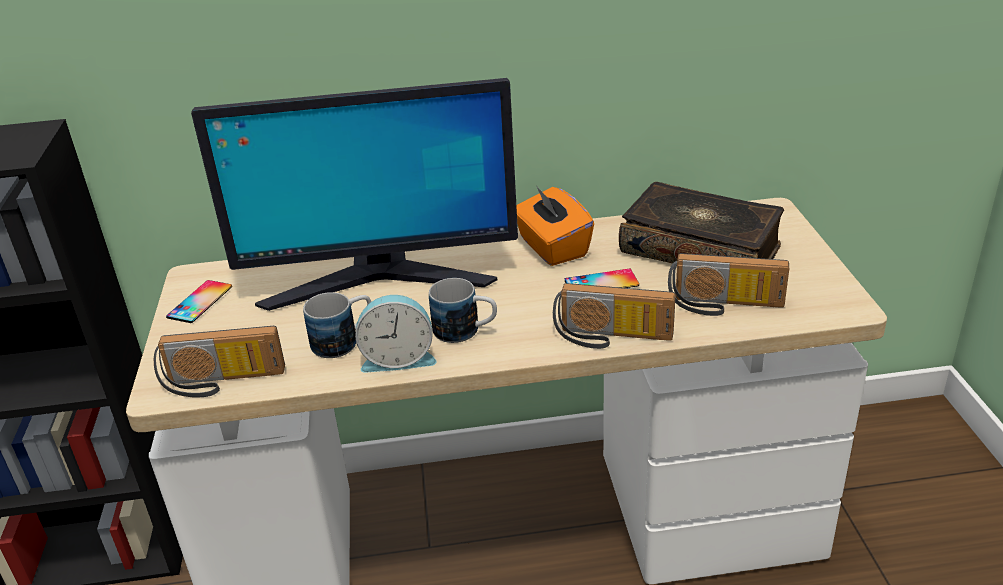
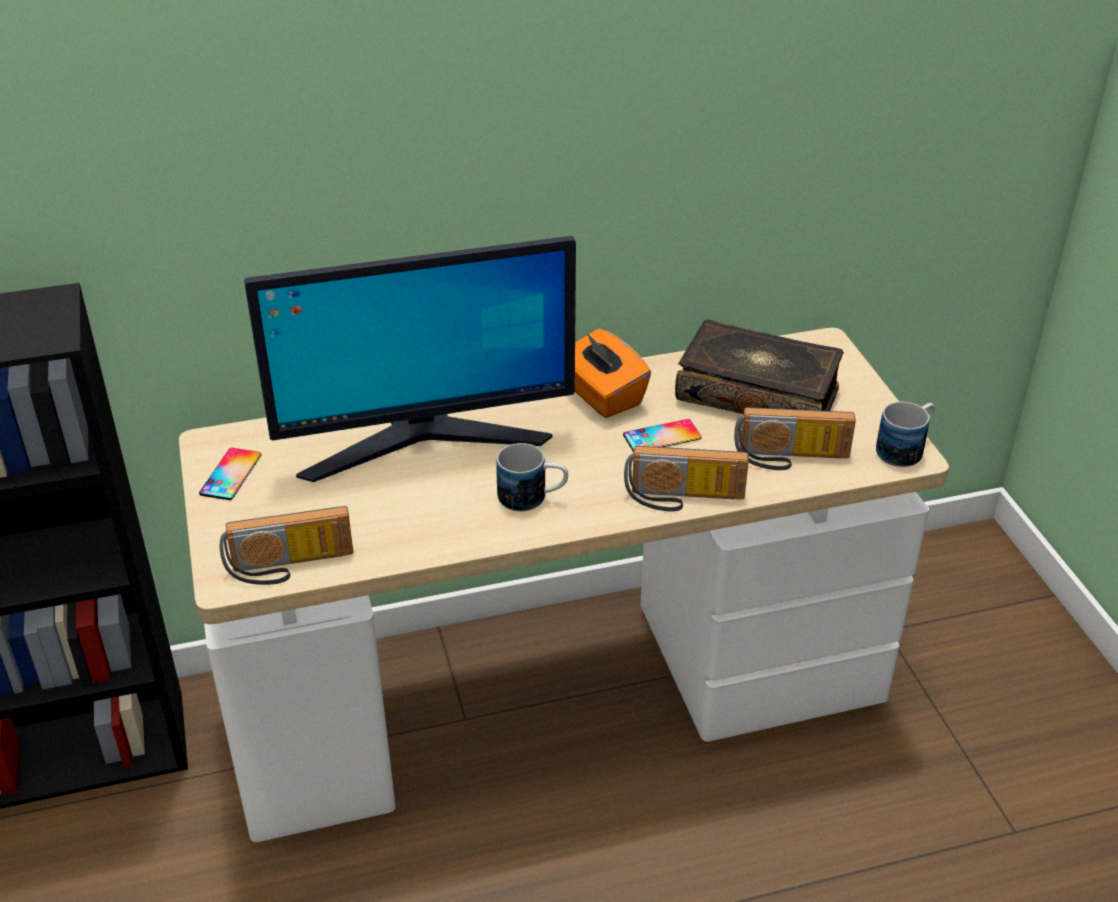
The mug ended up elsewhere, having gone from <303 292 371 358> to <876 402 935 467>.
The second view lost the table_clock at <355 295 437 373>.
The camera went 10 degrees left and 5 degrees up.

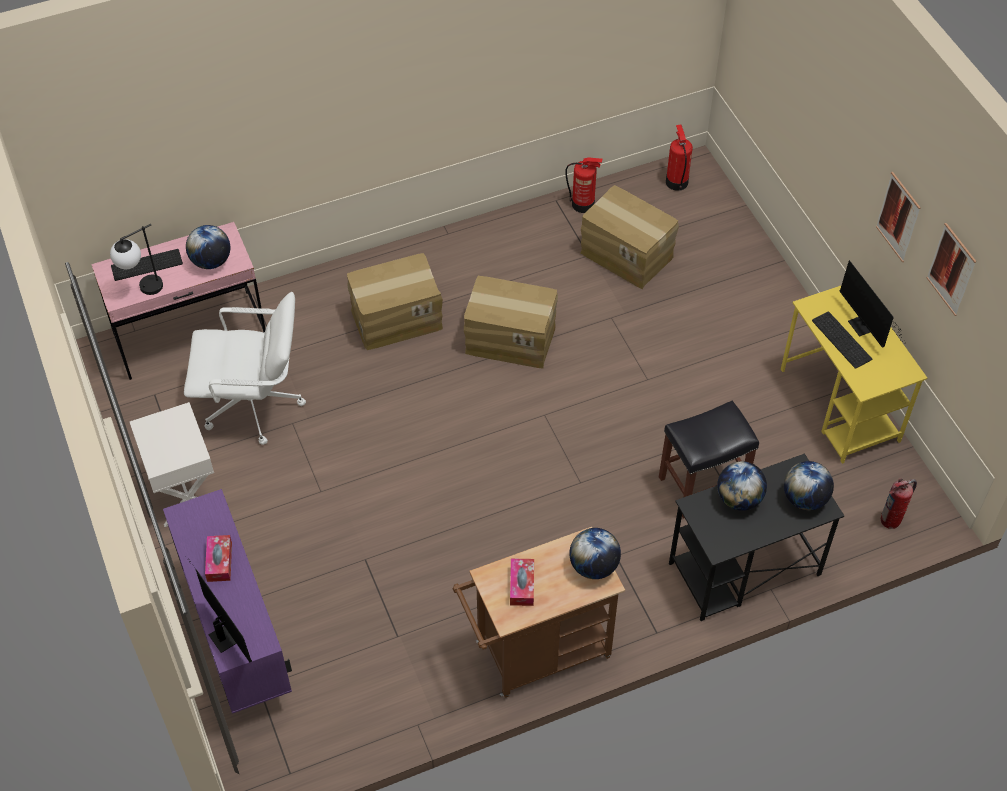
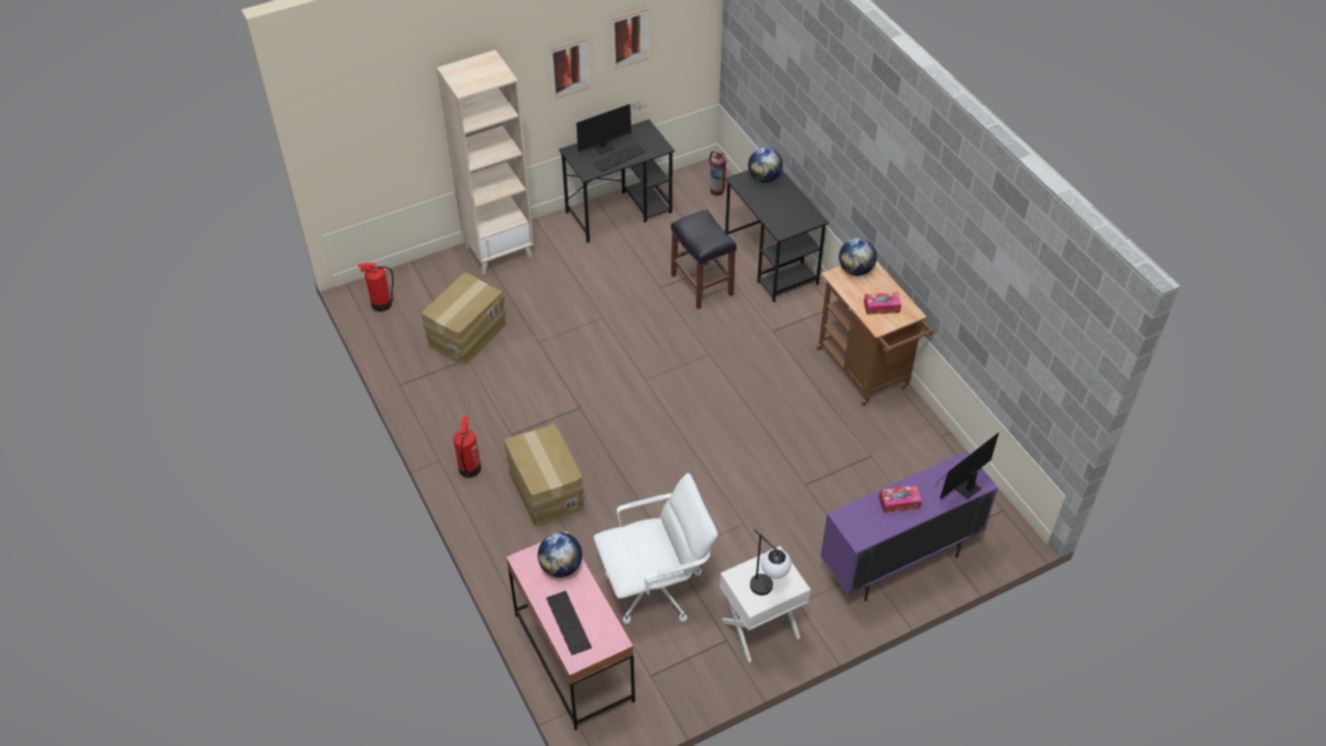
The second view gained the beige-coloured_bookcase at <437 50 534 274>.
The extinguisher ended up elsewhere, having gone from <565 157 602 213> to <454 416 481 478>.
What was the yellowish_desk_table at <781 286 927 464> turned into the black_desk_table at <559 119 675 243>.
The whitish_desk_chair at <184 292 306 445> ended up facing another way, 75 degrees clockwise from before.
The lamp_for_a_table ended up elsewhere, having gone from <110 224 163 295> to <750 530 791 595>.
The second view lost the cardboard_box at <464 276 558 369>.
The second view lost the world_globe at <717 461 767 511>.
The camera went 95 degrees left and 5 degrees down.

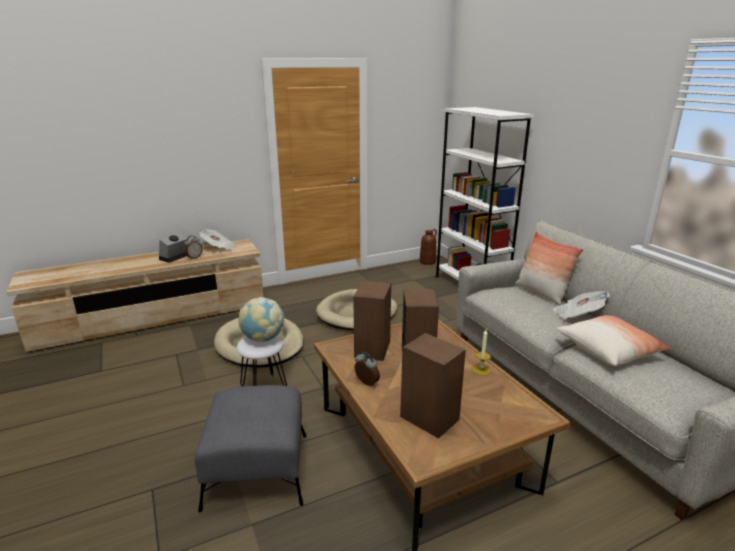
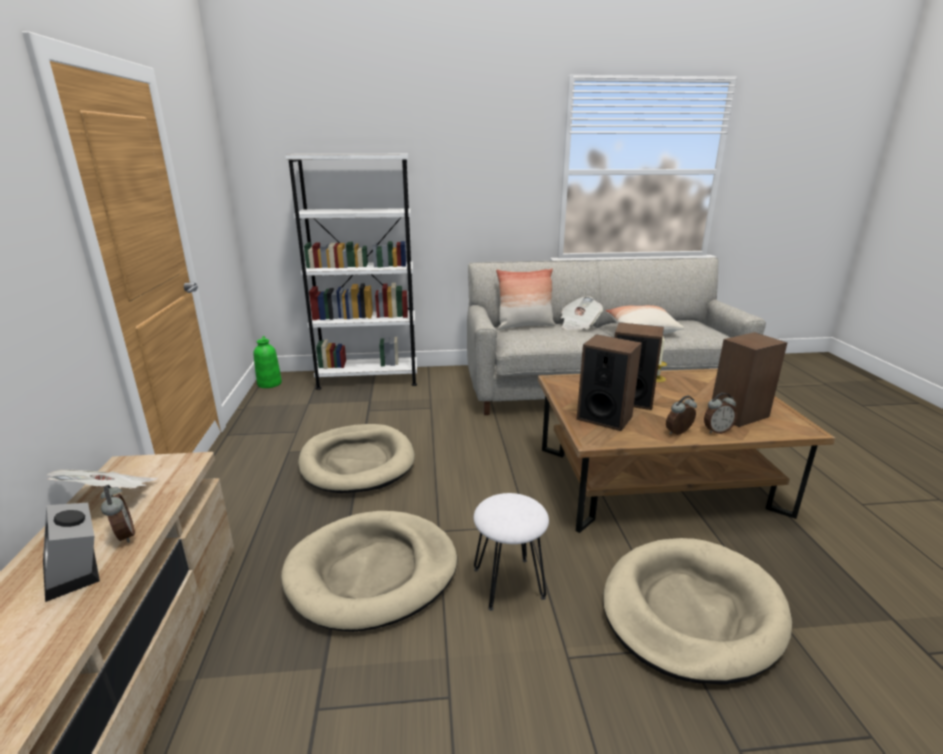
What was the brown-coloured_vase at <420 229 437 265> turned into the green_vase at <254 336 282 388>.
Where the gray_pouffe stood at <195 385 306 512>, the beige-coloured_pet_bed came to stand at <603 538 792 685>.
The second view gained the table_clock at <704 393 737 434>.
The second view lost the world_globe at <238 297 285 342>.
The camera went 70 degrees left and 0 degrees up.

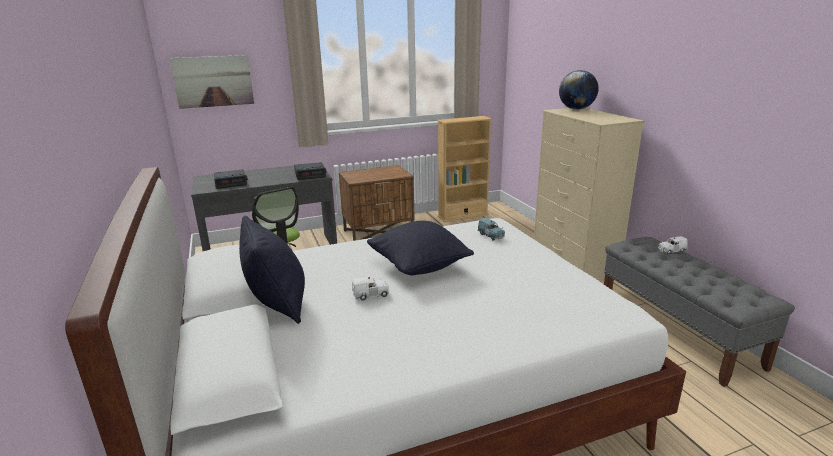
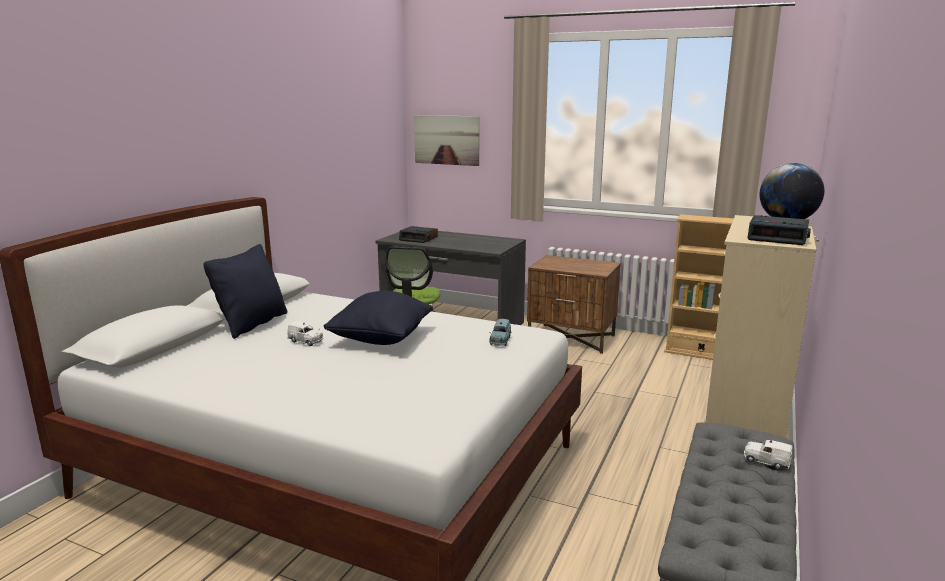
The table_clock ended up elsewhere, having gone from <294 162 326 180> to <747 215 811 245>.
The camera went 45 degrees right and 5 degrees down.

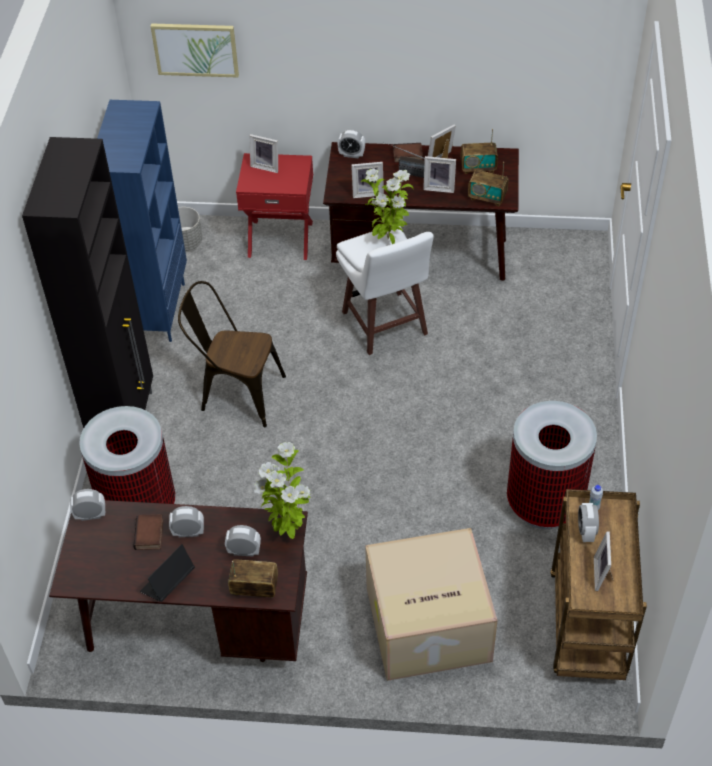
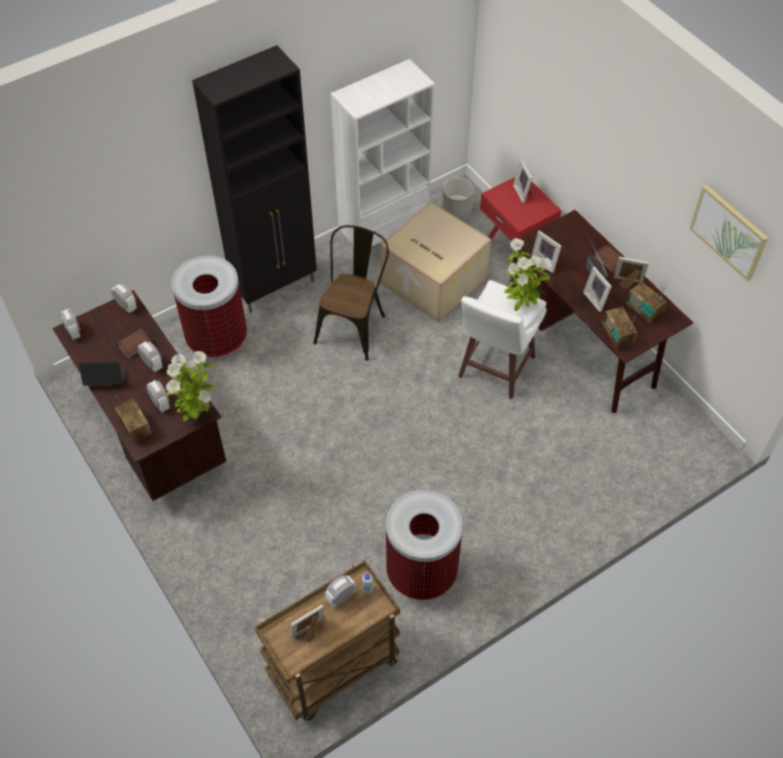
The table_clock ended up elsewhere, having gone from <337 129 365 159> to <60 309 81 340>.
The brown-coloured_plain_chair at <178 281 286 427> ended up facing another way, 45 degrees clockwise from before.
What was the blue-coloured_bookcase at <97 100 187 342> turned into the whitish_bookcase at <330 59 434 247>.
The cardboard_box ended up elsewhere, having gone from <365 528 497 681> to <380 202 491 323>.
The wall_art ended up elsewhere, having gone from <151 23 239 77> to <689 185 768 281>.
The camera went 50 degrees right and 5 degrees up.

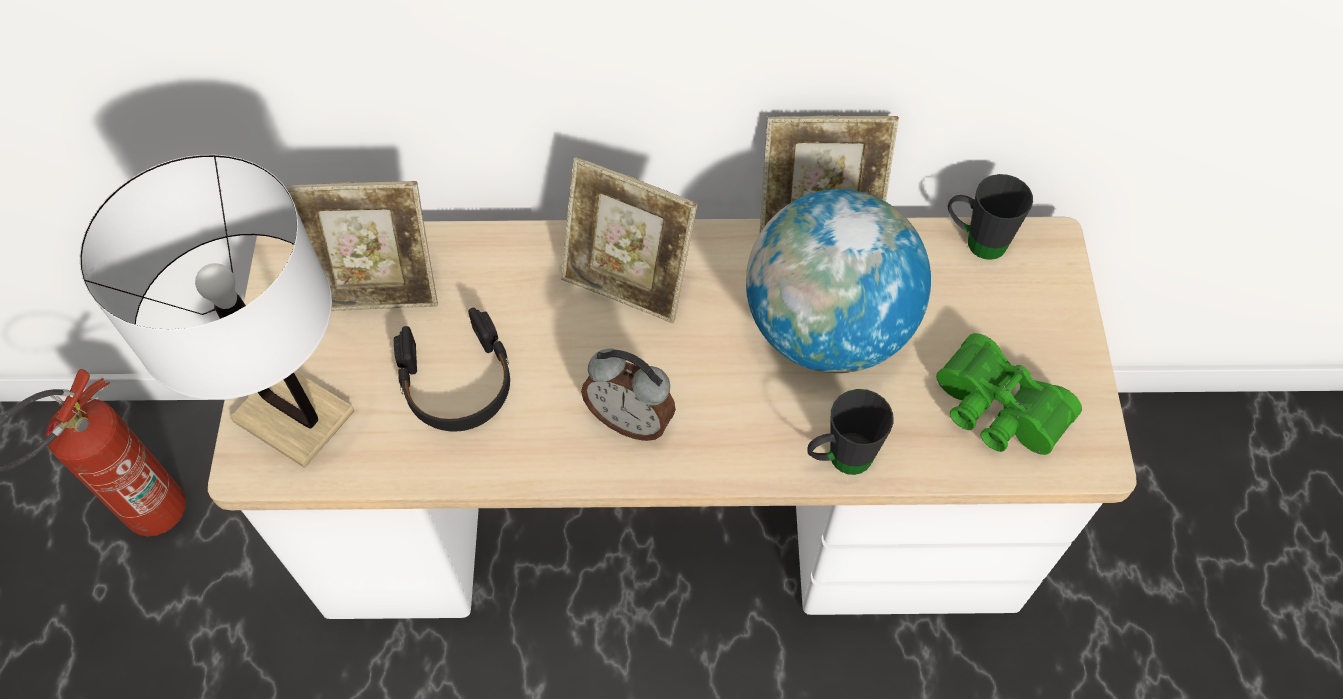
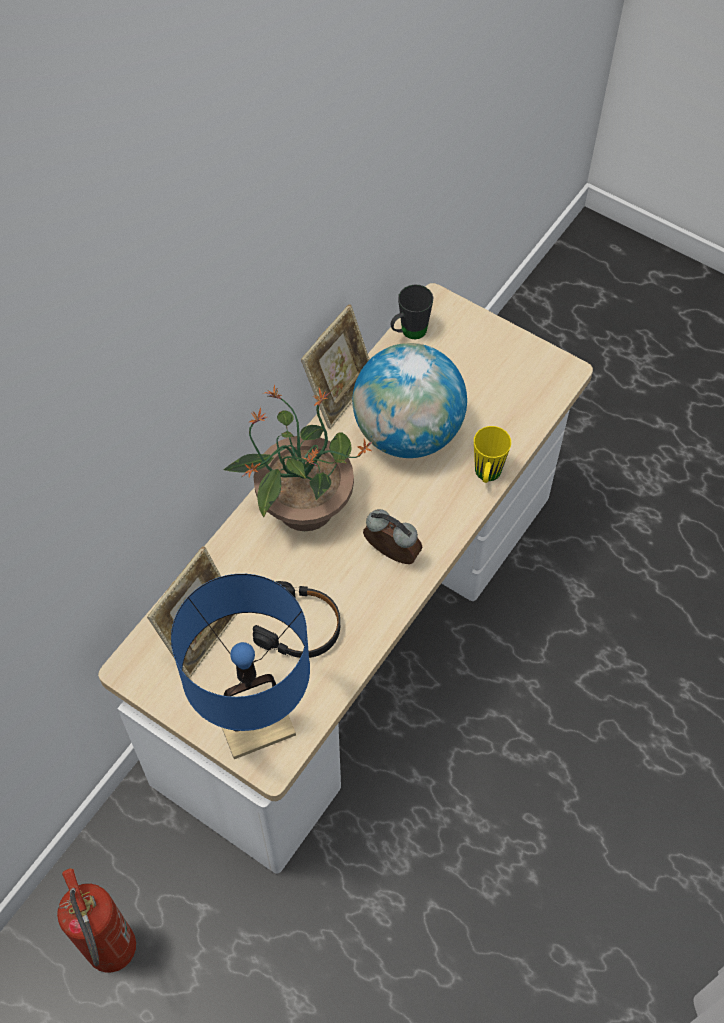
What was the whitish_lamp_for_a_table at <80 155 354 468> turned into the blue-coloured_lamp_for_a_table at <171 574 310 759>.
Where the standing_frame stood at <561 157 698 323>, the houseplant came to stand at <224 385 373 531>.
The table_clock at <581 348 676 441> ended up facing another way, 120 degrees counterclockwise from before.
What was the black_mug at <807 389 893 475> turned into the yellowish_mug at <474 426 511 483>.
The second view lost the green_binoculars at <936 333 1082 455>.
The camera went 55 degrees left and 0 degrees up.

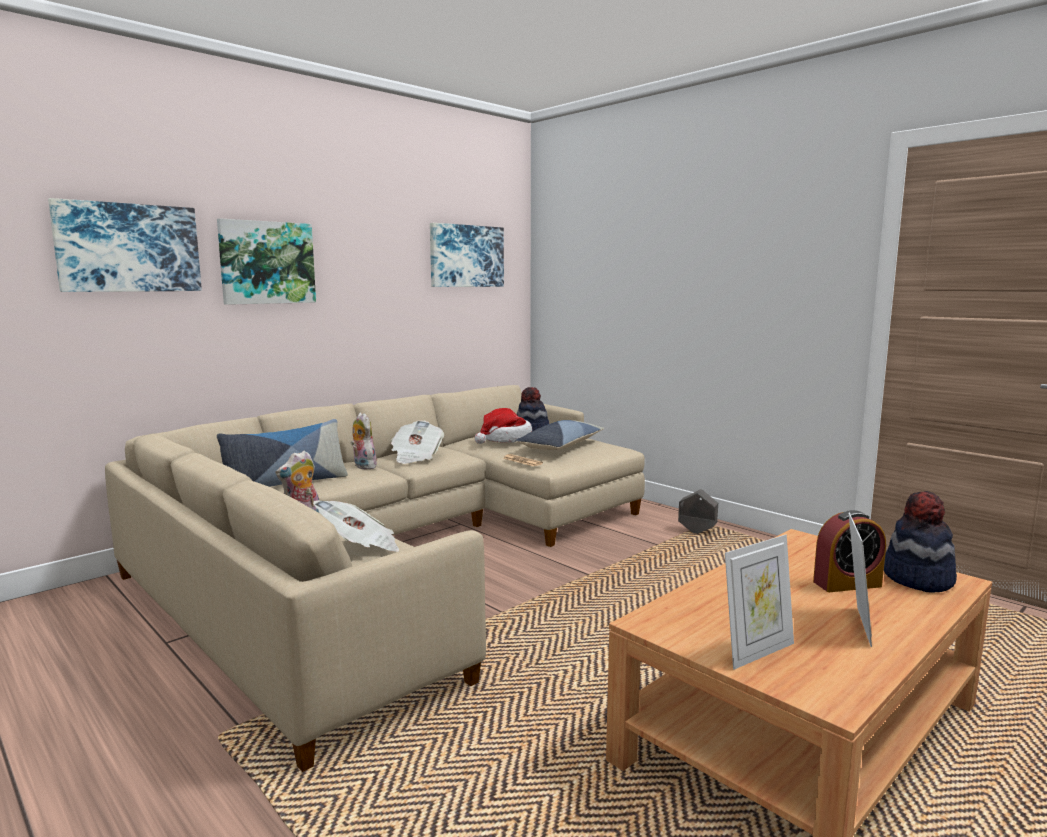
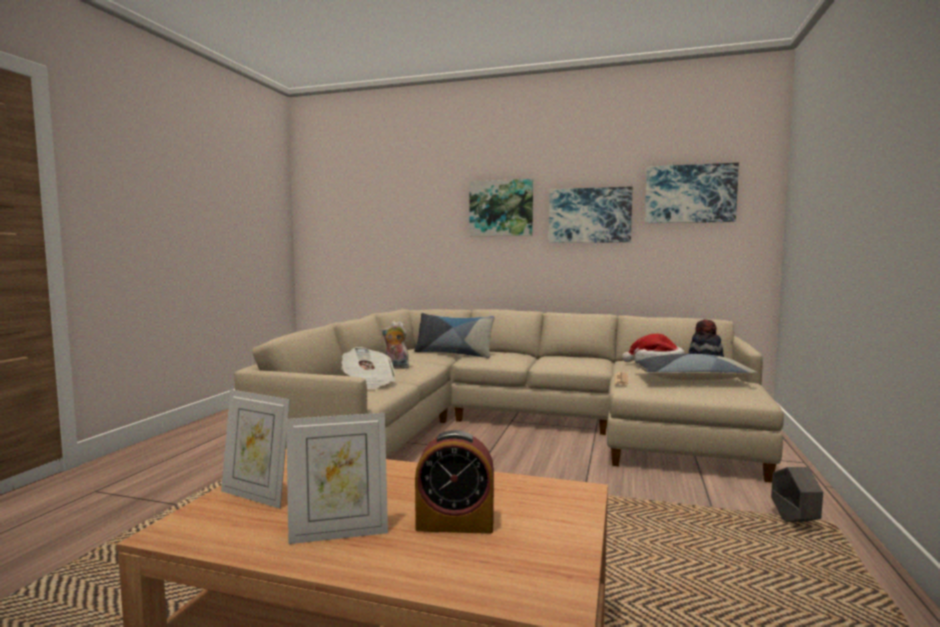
The table_clock at <813 510 886 592> ended up facing another way, 45 degrees counterclockwise from before.
The wall_art ended up elsewhere, having gone from <48 198 202 292> to <549 186 633 243>.
The second view lost the soft_toy at <351 413 377 470>.
The second view lost the daily_paper at <391 420 444 464>.
The second view lost the wearable_hat at <884 491 957 593>.
The camera went 60 degrees right and 5 degrees down.

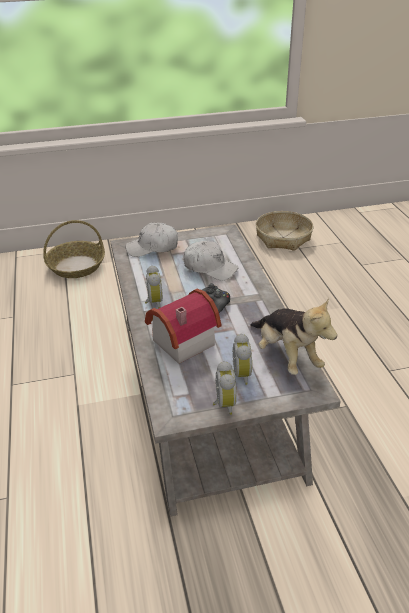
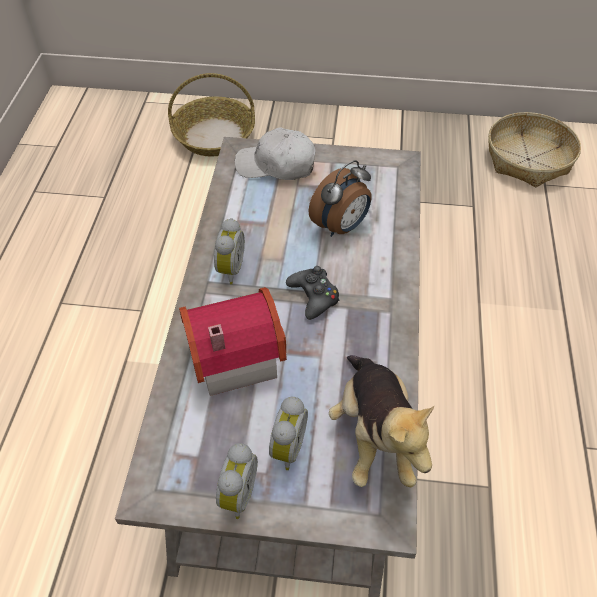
Where the whitish_baseball_cap stood at <183 241 239 281>, the table_clock came to stand at <308 160 372 237>.
The camera went 20 degrees right and 15 degrees up.

